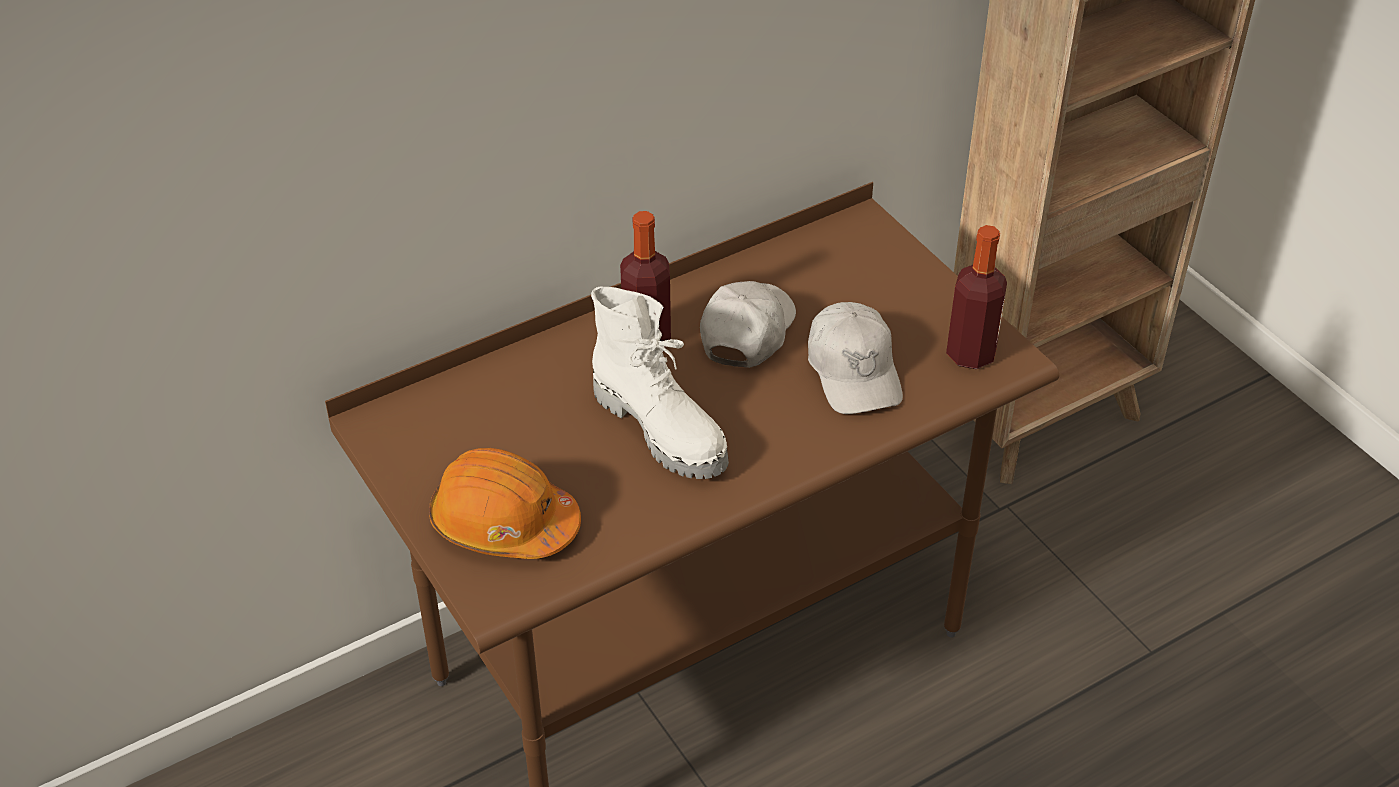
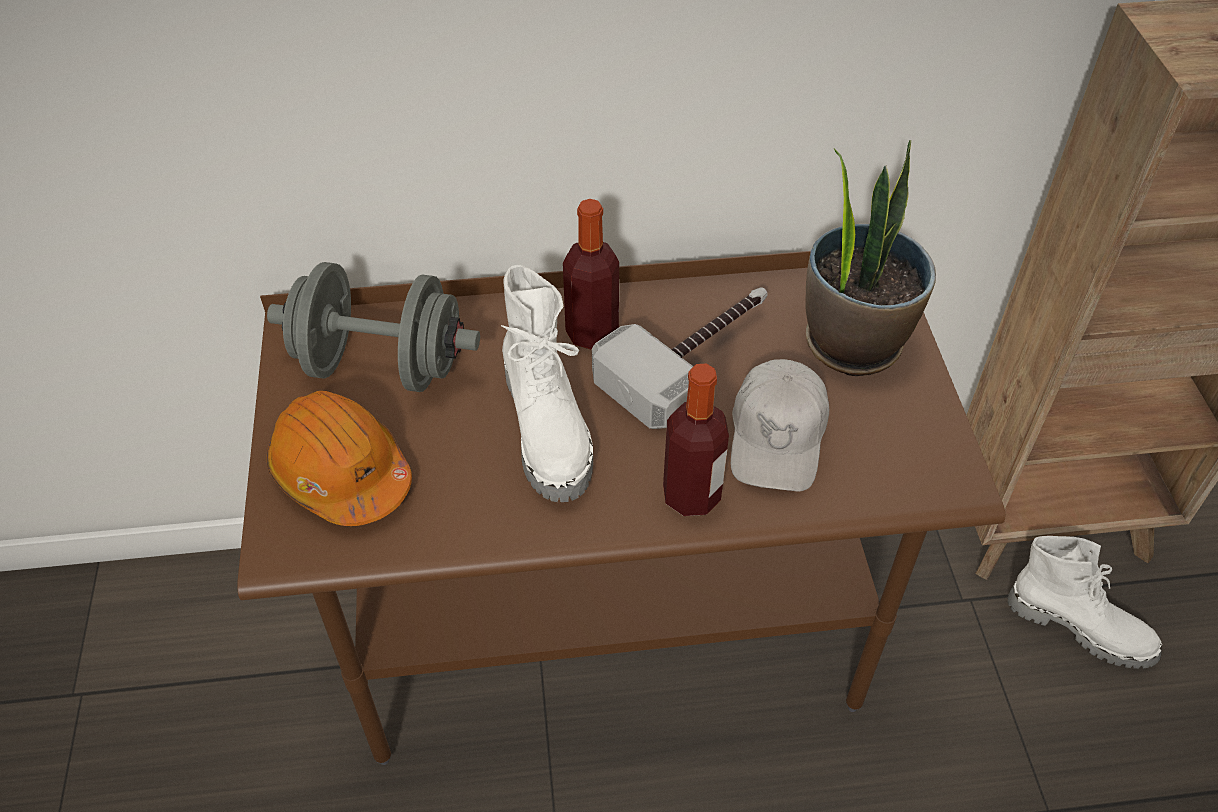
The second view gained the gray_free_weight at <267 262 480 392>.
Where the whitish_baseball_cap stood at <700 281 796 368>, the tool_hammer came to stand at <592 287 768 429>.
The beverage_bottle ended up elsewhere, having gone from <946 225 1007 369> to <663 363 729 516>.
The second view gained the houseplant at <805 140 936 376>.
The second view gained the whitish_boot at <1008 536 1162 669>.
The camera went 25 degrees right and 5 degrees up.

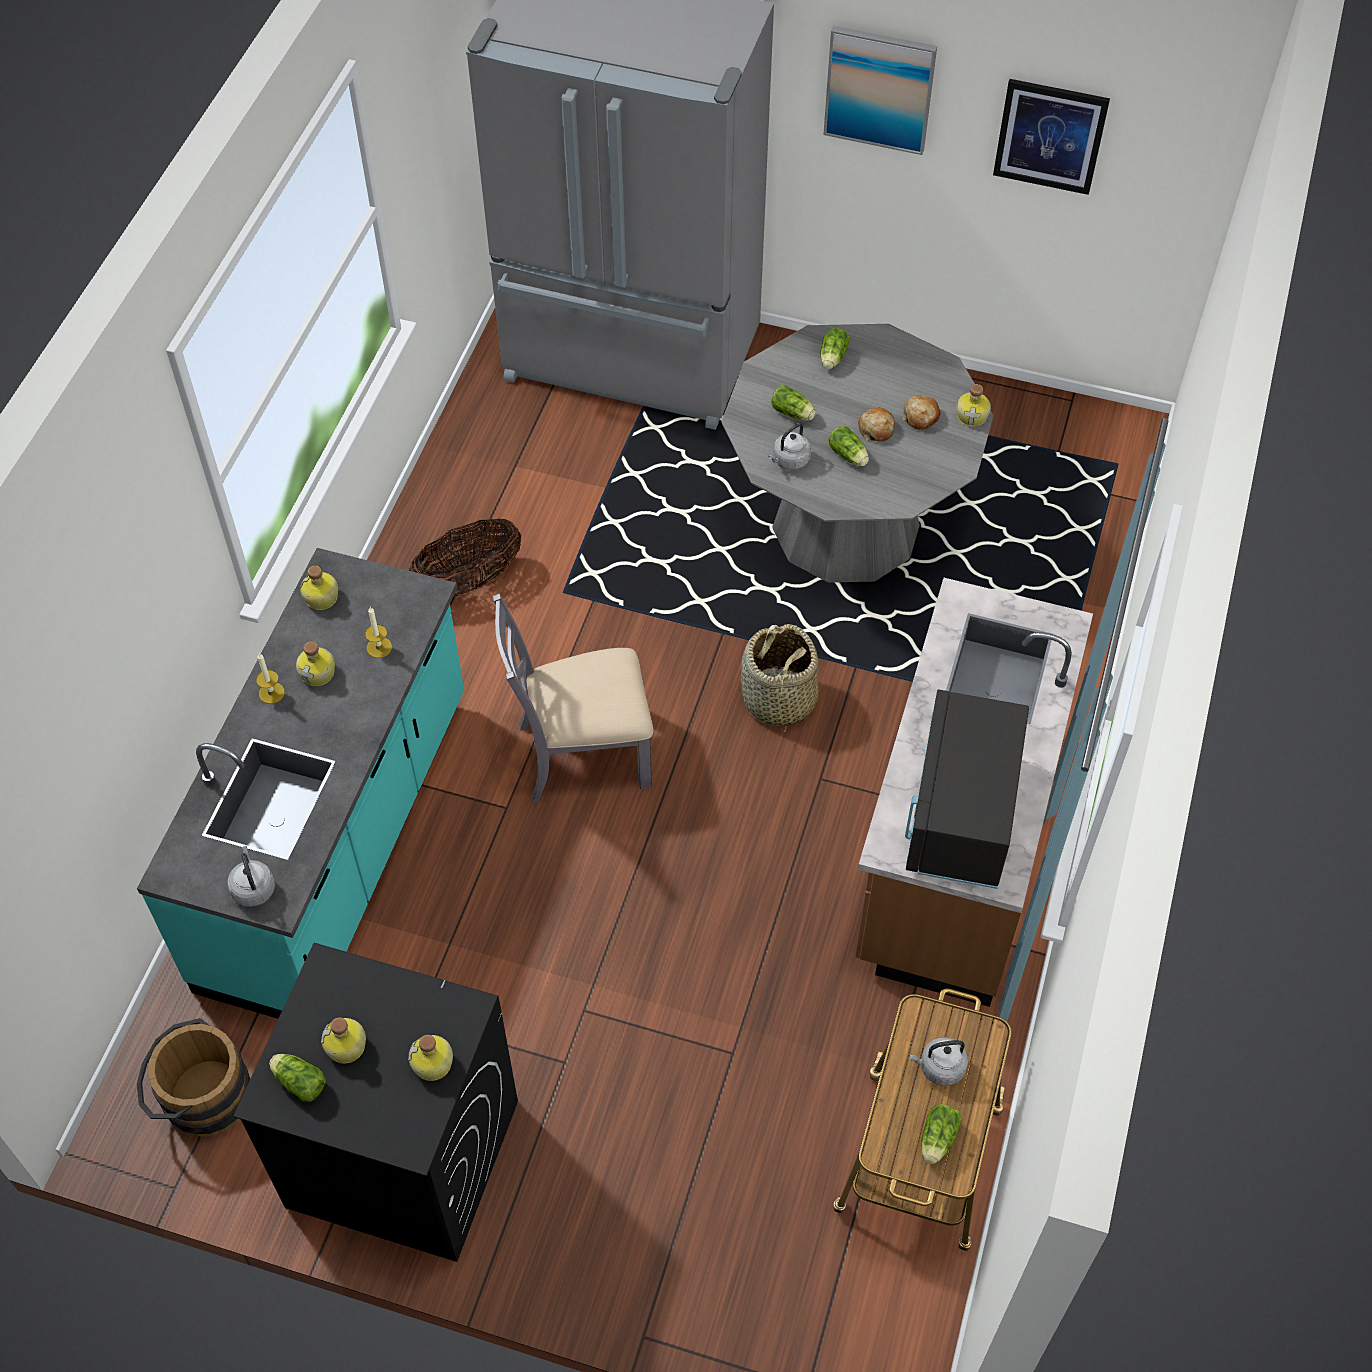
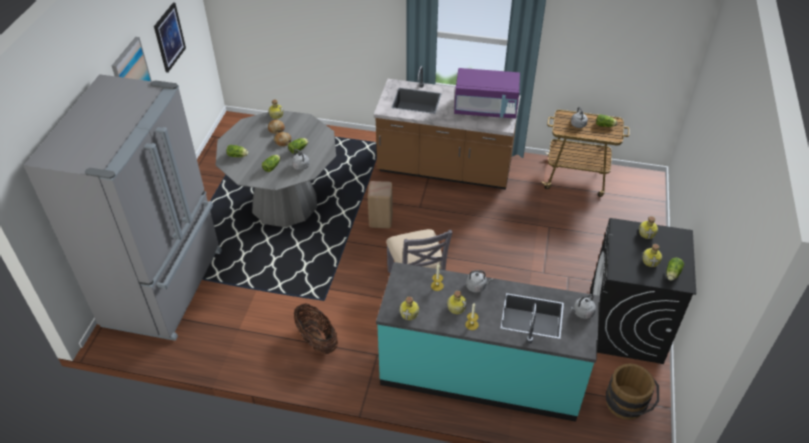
Where the household_basket stood at <741 624 819 732>, the beige-coloured_stool_seat came to stand at <368 181 393 228>.
What was the black_microwave_oven at <905 689 1029 889> turned into the purplish_microwave_oven at <454 68 520 119>.
The second view gained the gray_tea_kettle at <466 270 493 293>.
The camera went 95 degrees left and 10 degrees down.

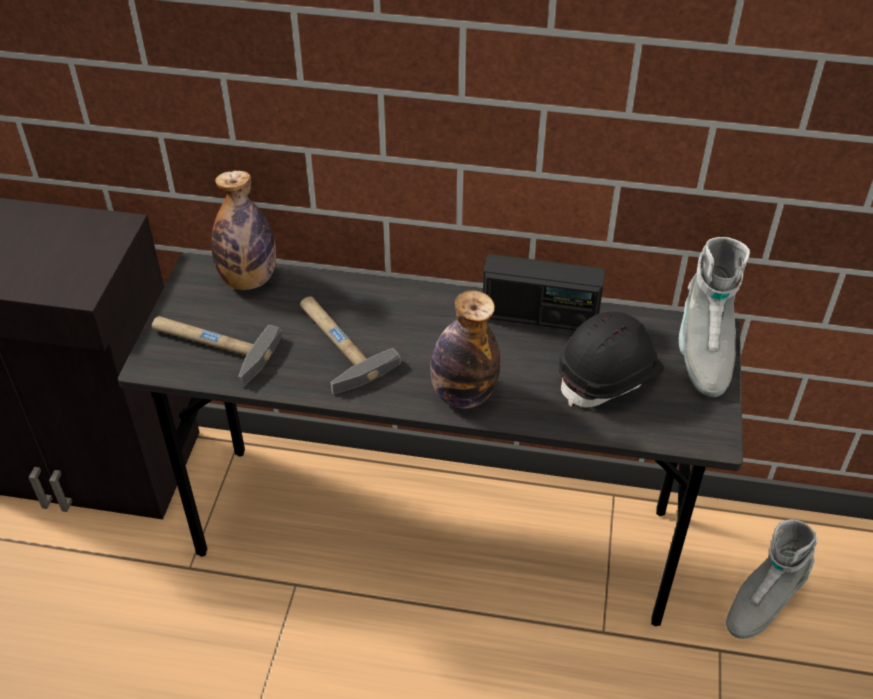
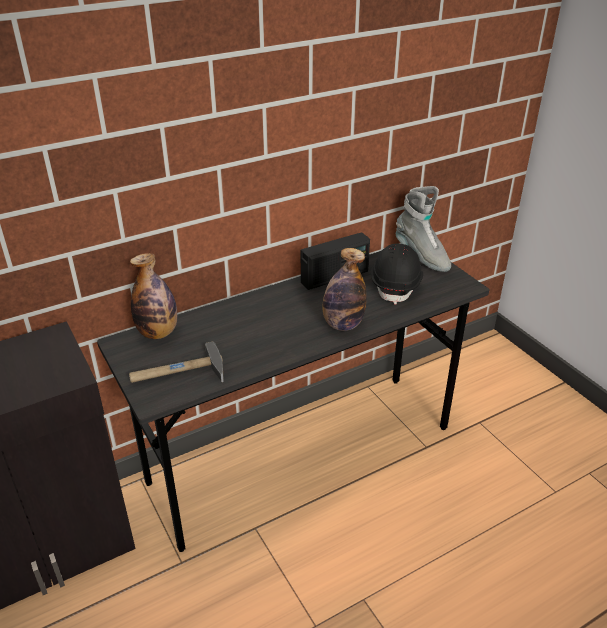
The second view lost the tool_hammer at <300 297 400 395>.
The second view lost the gray_boot at <726 519 818 639>.
The camera went 40 degrees left and 10 degrees down.

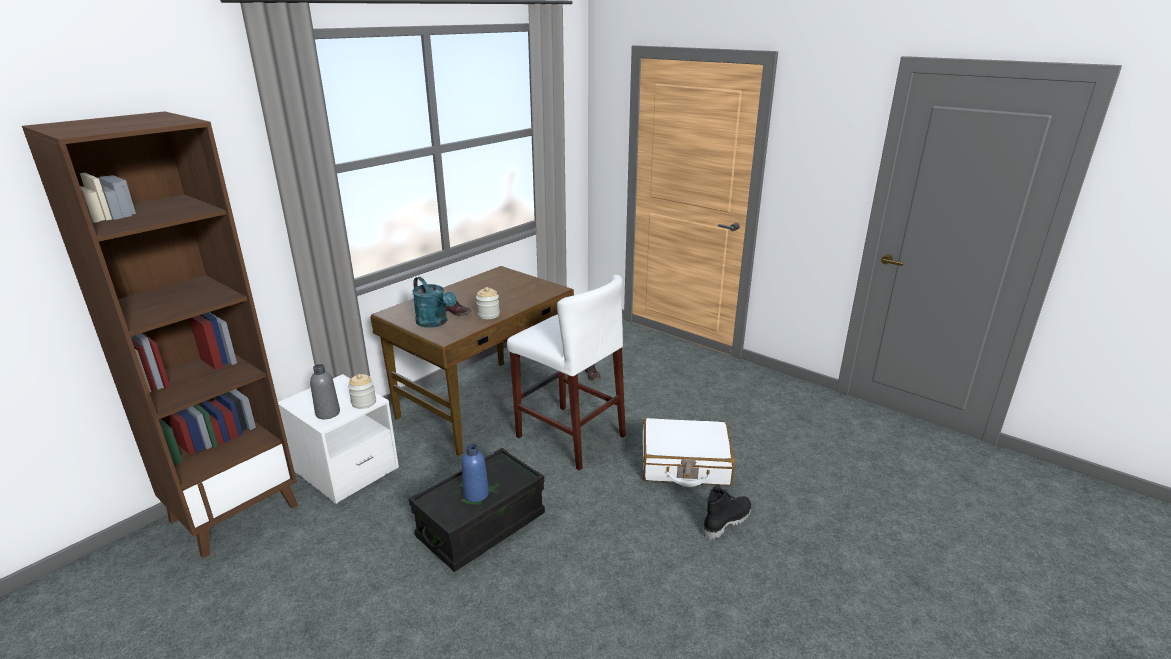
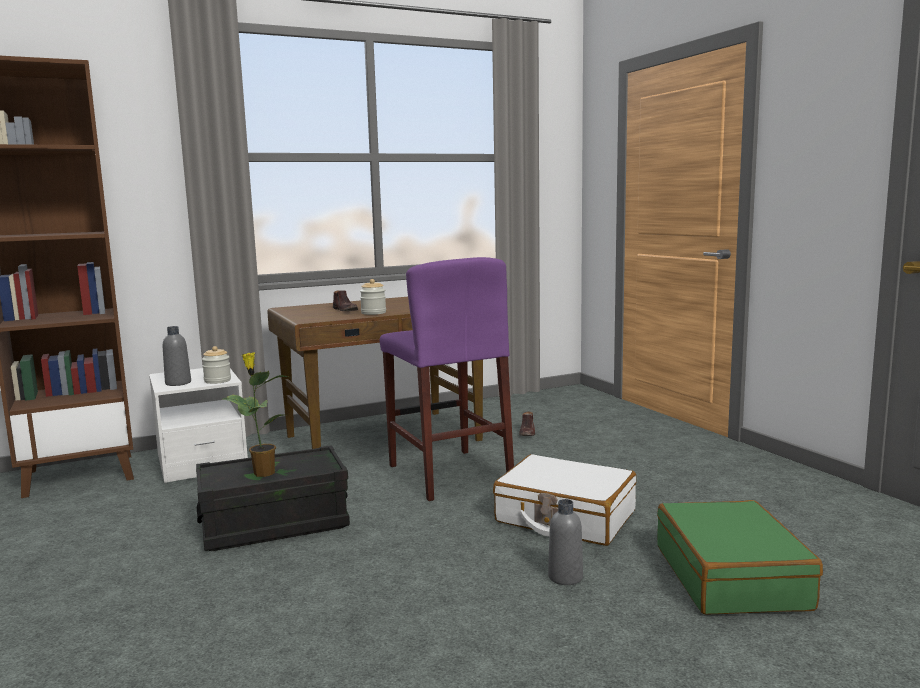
Where the blue-coloured_beverage_bottle stood at <462 444 489 502>, the houseplant came to stand at <223 352 288 477>.
What was the whitish_stool_seat at <507 275 626 471> turned into the purplish_stool_seat at <380 257 514 501>.
Where the black_boot stood at <703 484 751 540>, the gray_beverage_bottle came to stand at <548 499 583 585>.
The second view gained the green_piece_of_luggage at <657 500 823 615>.
The second view lost the turquoise_watering_can at <412 277 456 328>.
The camera went 25 degrees right and 15 degrees down.

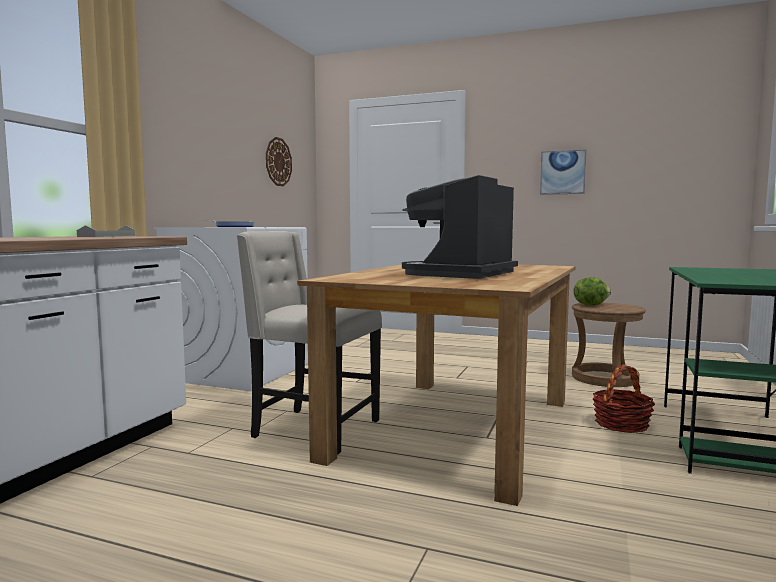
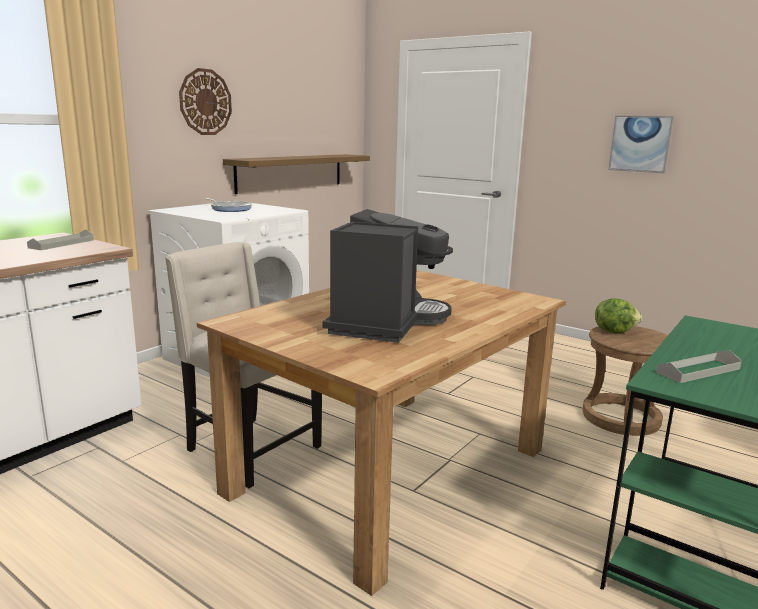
The clock_on_the_wall ended up elsewhere, having gone from <266 137 292 186> to <179 68 232 135>.
The second view gained the bracket_shelf at <223 154 370 194>.
The coffee_brewer at <402 175 518 279> ended up facing another way, 150 degrees clockwise from before.
The second view gained the gray_tray at <656 350 742 383>.
The second view lost the household_basket at <593 364 655 433>.
The camera went 15 degrees right and 10 degrees up.

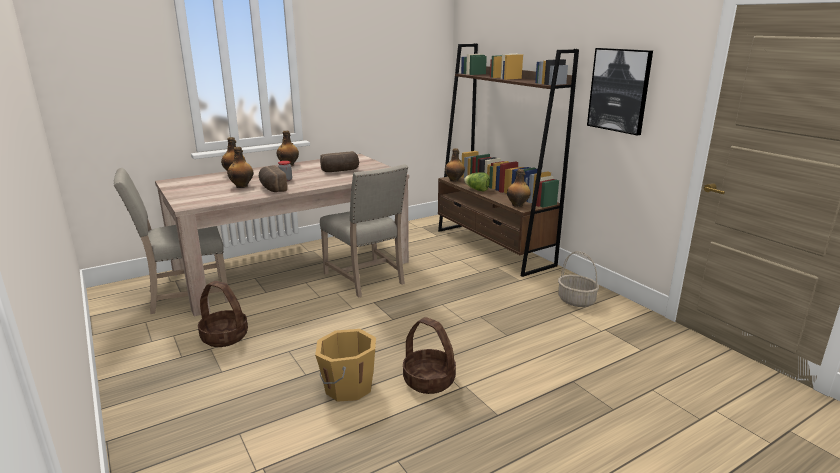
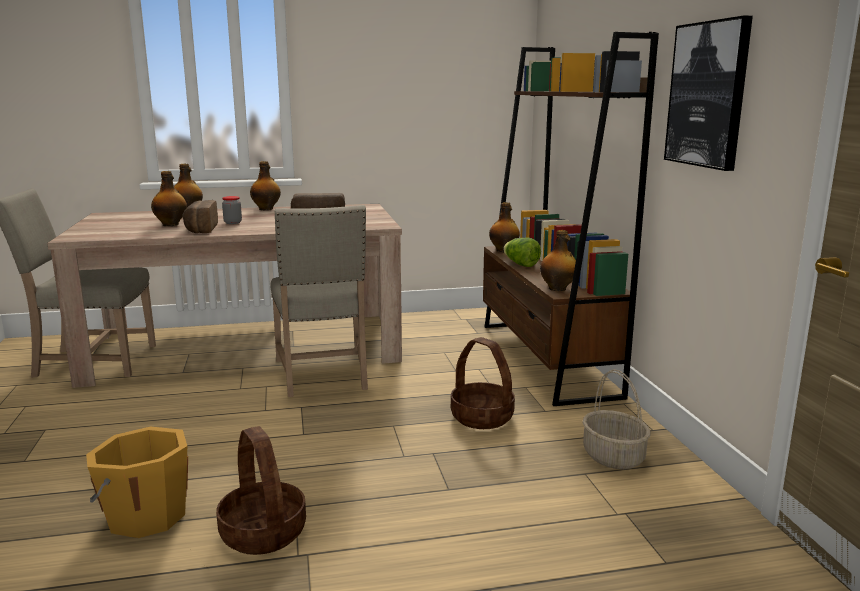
The household_basket ended up elsewhere, having gone from <198 281 248 347> to <451 337 515 429>.
The camera went 20 degrees right and 5 degrees down.

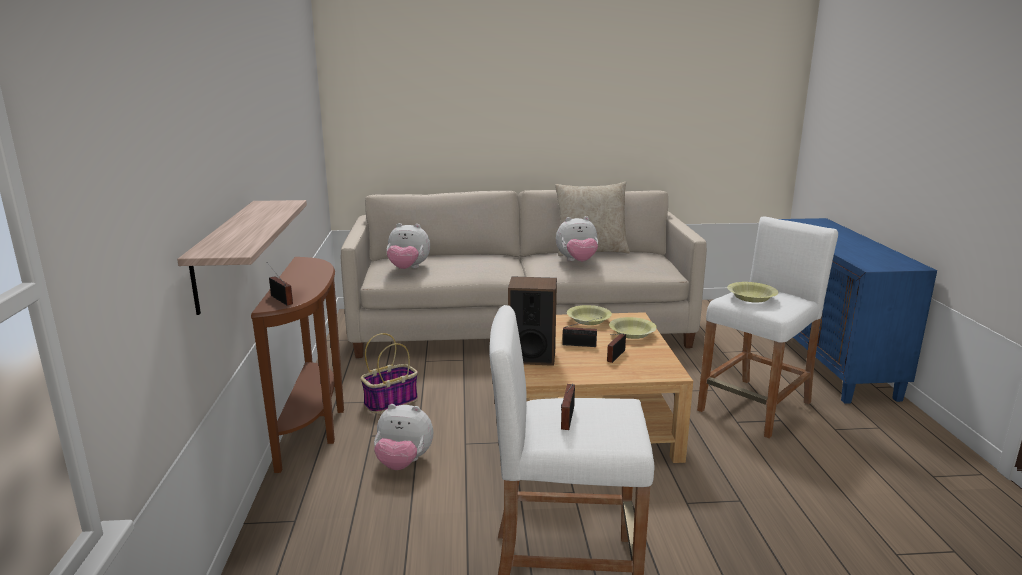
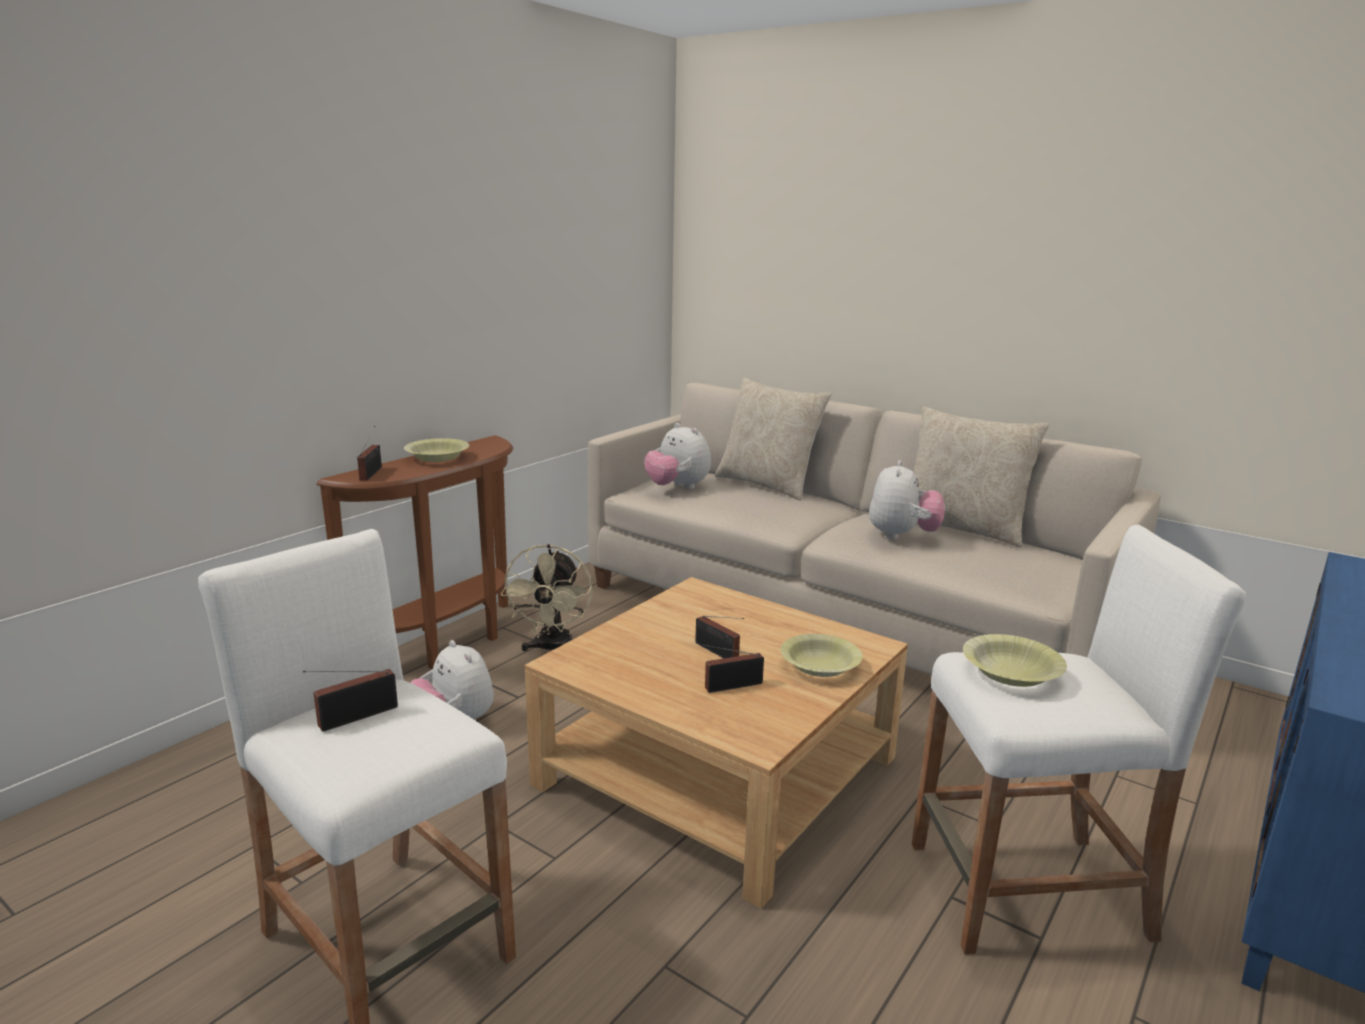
The yellowish_bowl ended up elsewhere, having gone from <567 305 612 325> to <404 438 469 462>.
Where the household_basket stood at <361 333 418 413>, the beige-coloured_fan came to stand at <501 544 593 651>.
The second view gained the beige-coloured_throw_pillow at <715 377 832 501>.
The soft_toy at <556 216 598 262> ended up facing another way, 105 degrees counterclockwise from before.
The second view lost the bracket_shelf at <177 200 307 315>.
The second view lost the loudspeaker at <508 276 557 366>.
The camera went 40 degrees right and 0 degrees up.

